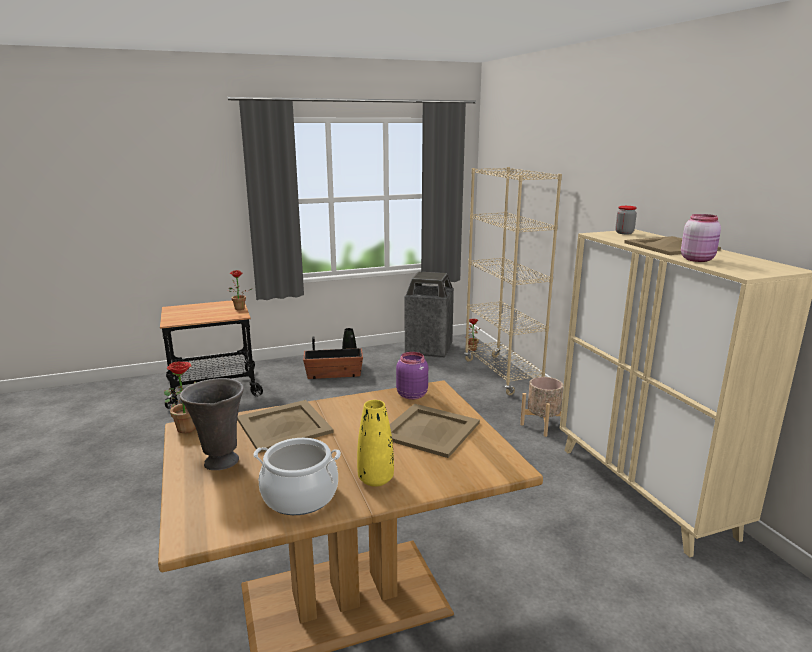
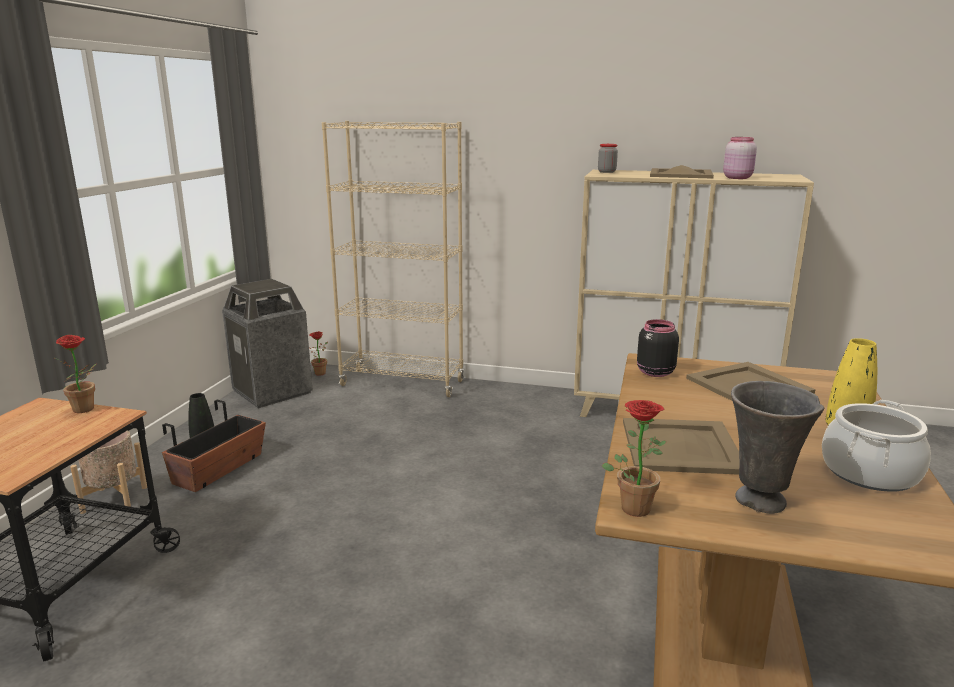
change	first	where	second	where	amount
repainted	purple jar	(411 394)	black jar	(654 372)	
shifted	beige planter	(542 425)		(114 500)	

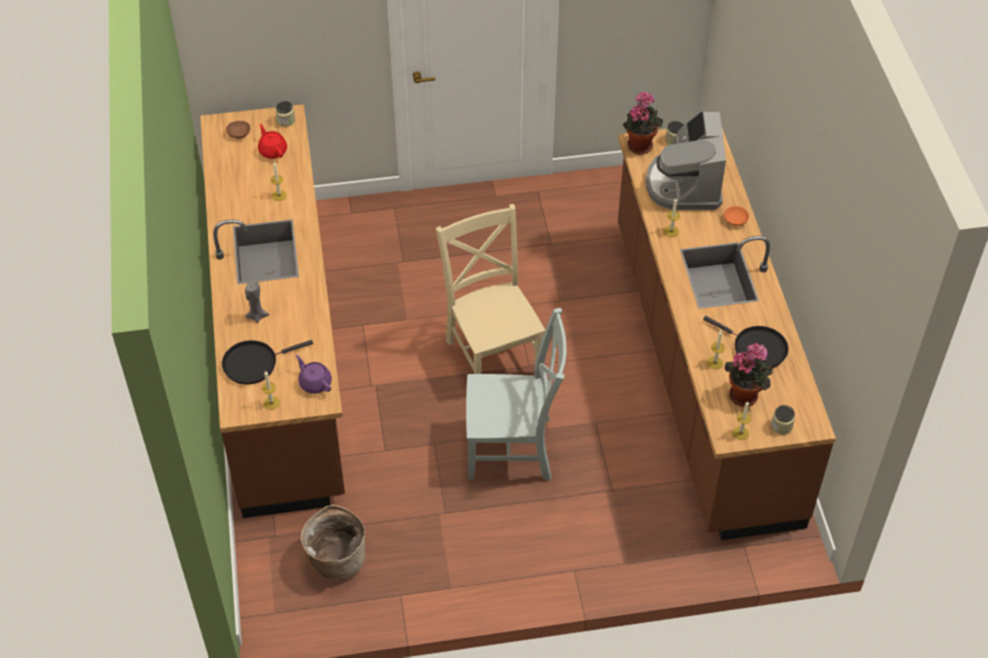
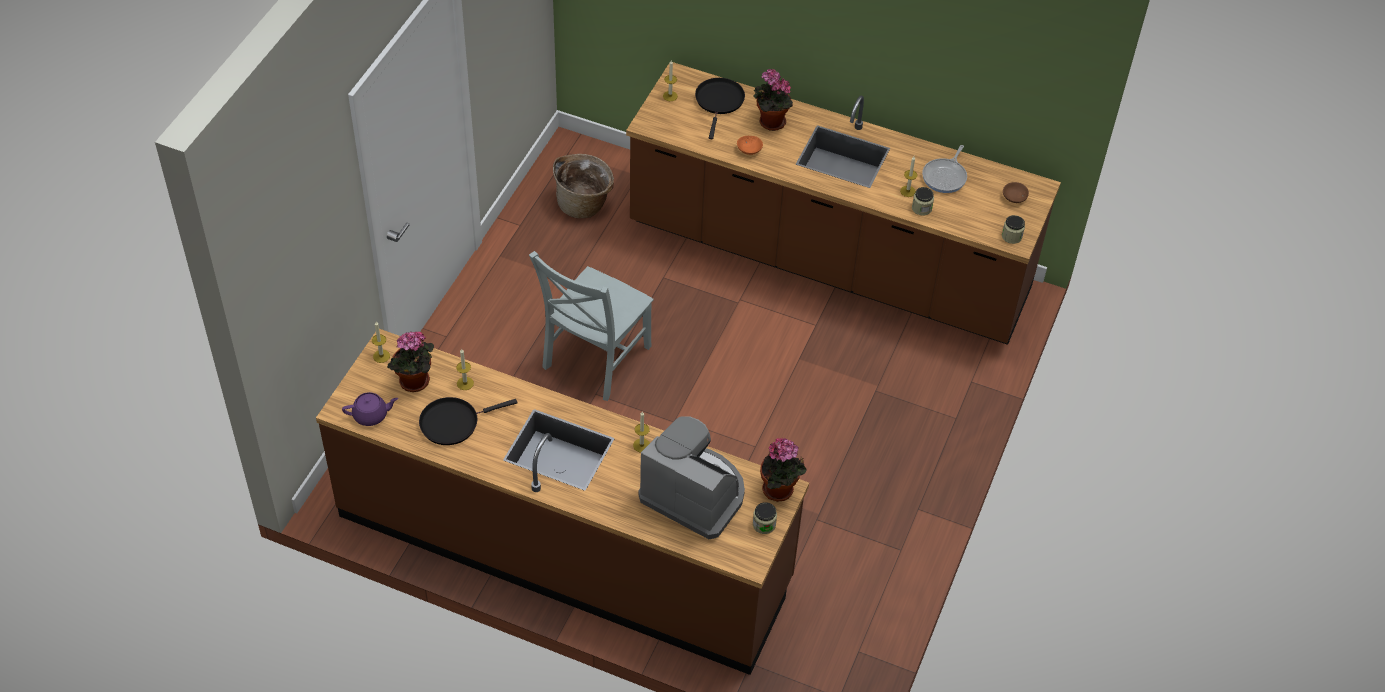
change	first	where	second	where	amount
swapped	grey candle	(257 316)	potted plant	(769 122)	
gone	red teapot	(273 151)			
shifted	purple teapot	(315 383)		(371 415)	
gone	beige chair	(492 353)			
shifted	orange bowl	(736 220)		(749 150)	
shifted	jar	(781 426)		(921 208)	
new			frying pan	(945 176)	

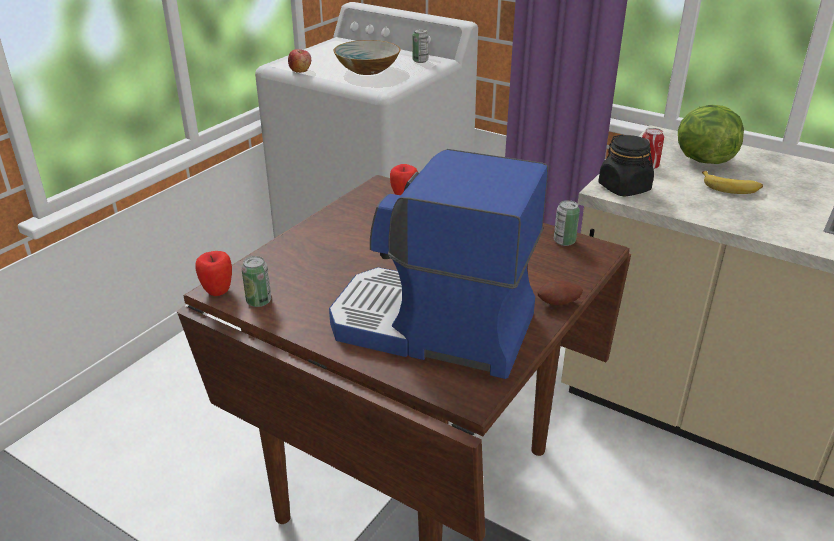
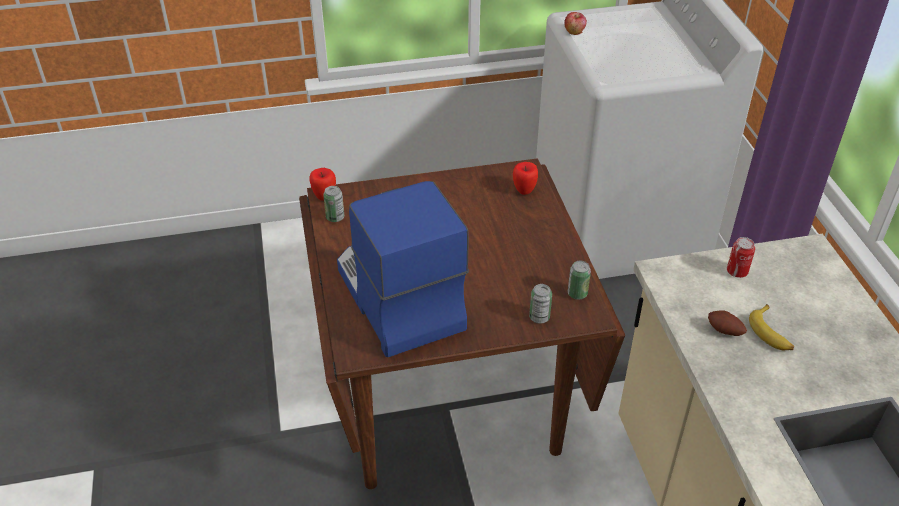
change	first	where	second	where	amount
gone	bowl	(367 70)			
shifted	can	(420 61)		(539 317)	
shifted	potato	(559 304)		(724 331)	
gone	black jar	(624 188)			
gone	lettuce	(702 160)			

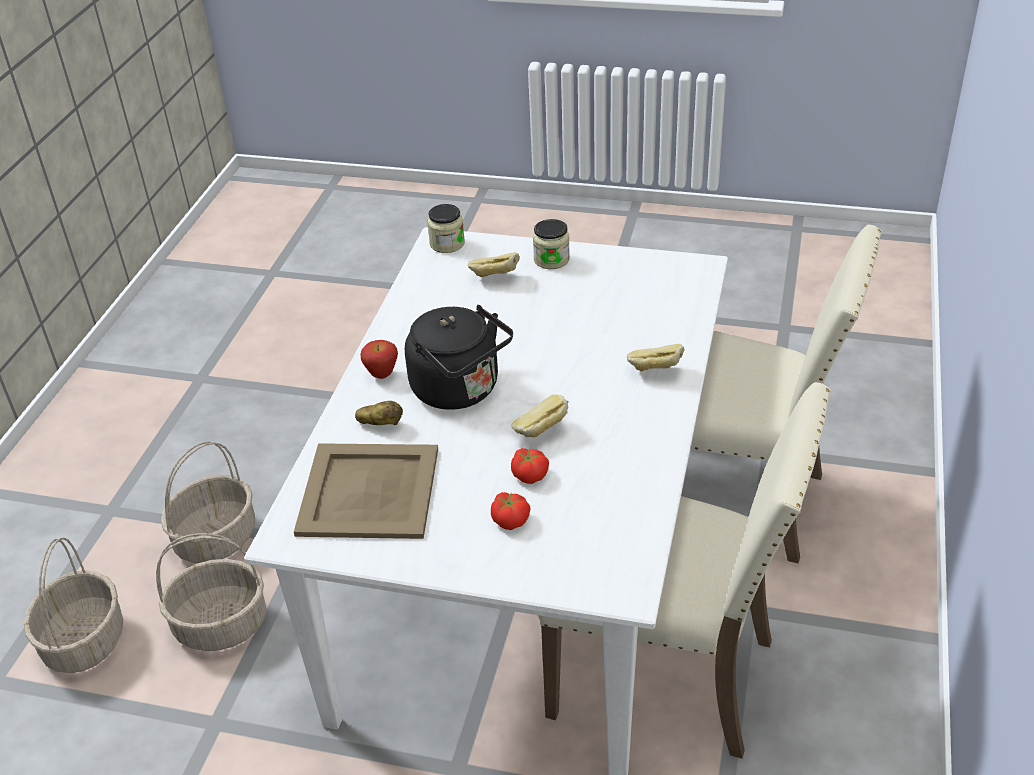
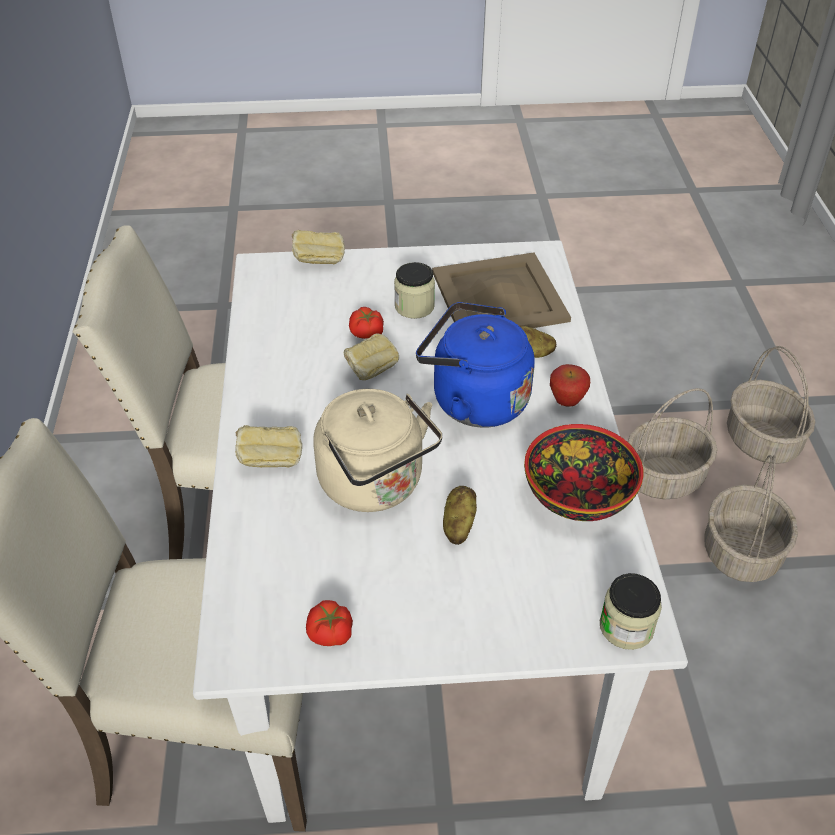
change	first	where	second	where	amount
repainted	black kettle	(460 390)	blue kettle	(473 400)	
shifted	bread	(495 278)		(319 261)	
shifted	tomato	(510 519)		(330 633)	
shifted	jar	(551 259)		(414 306)	
new			beige kettle	(376 485)	
new			potato	(458 525)	
new			bowl	(579 493)	

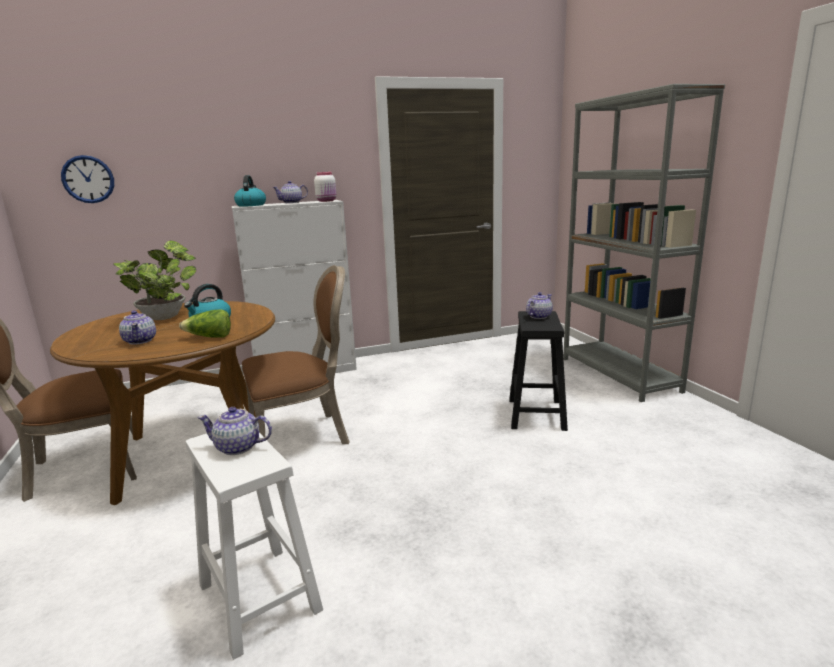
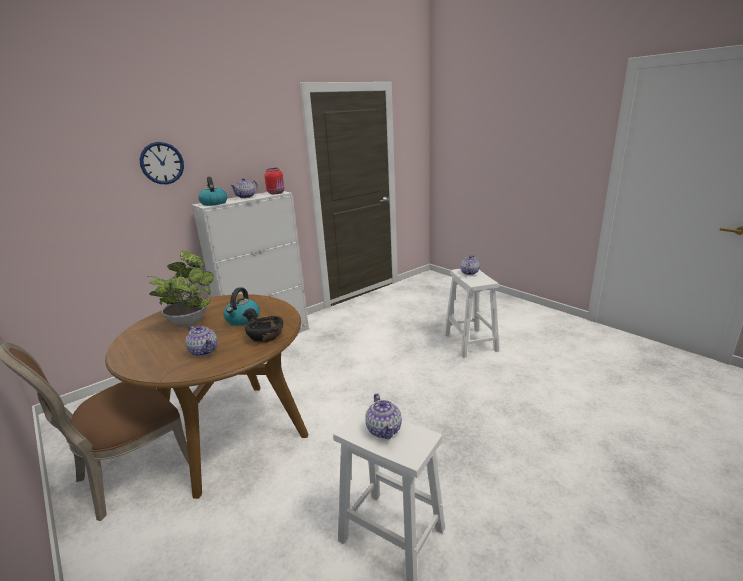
change	first	where	second	where	amount
shifted	wall clock	(88 179)		(162 163)	
swapped	lettuce	(209 337)	black bowl	(266 336)	
rotated	teapot	(238 447)		(384 429)	90 degrees counterclockwise
gone	brown chair	(303 436)			
repainted	white jar	(327 201)	red jar	(276 193)	
repainted	black stool	(536 415)	white stool	(471 343)	
gone	grey bookcase	(619 374)			

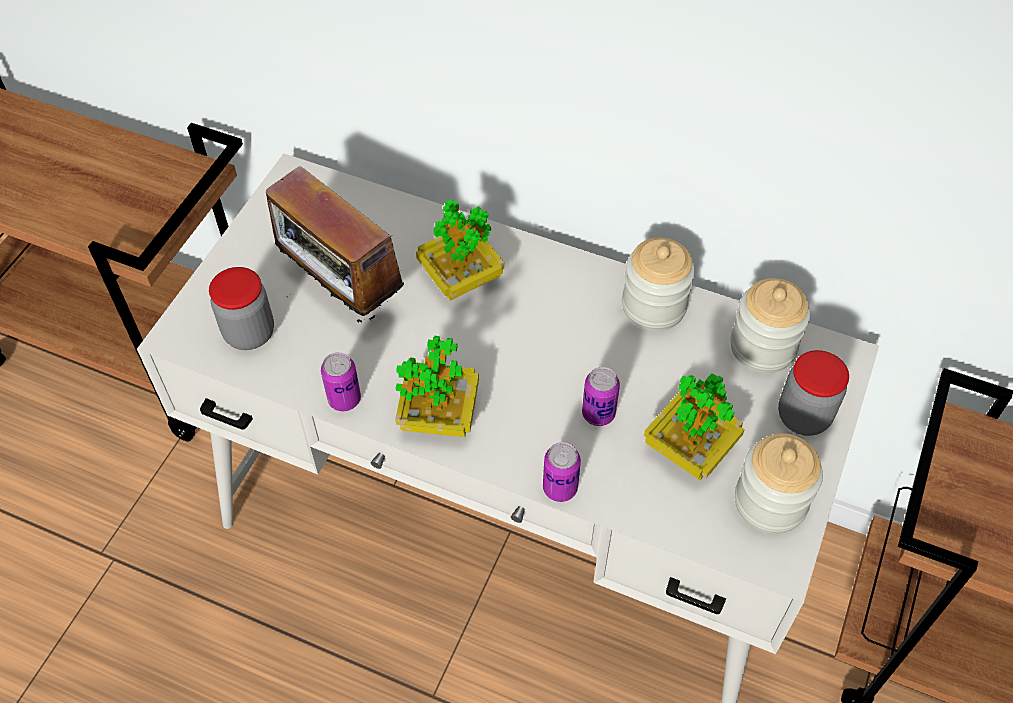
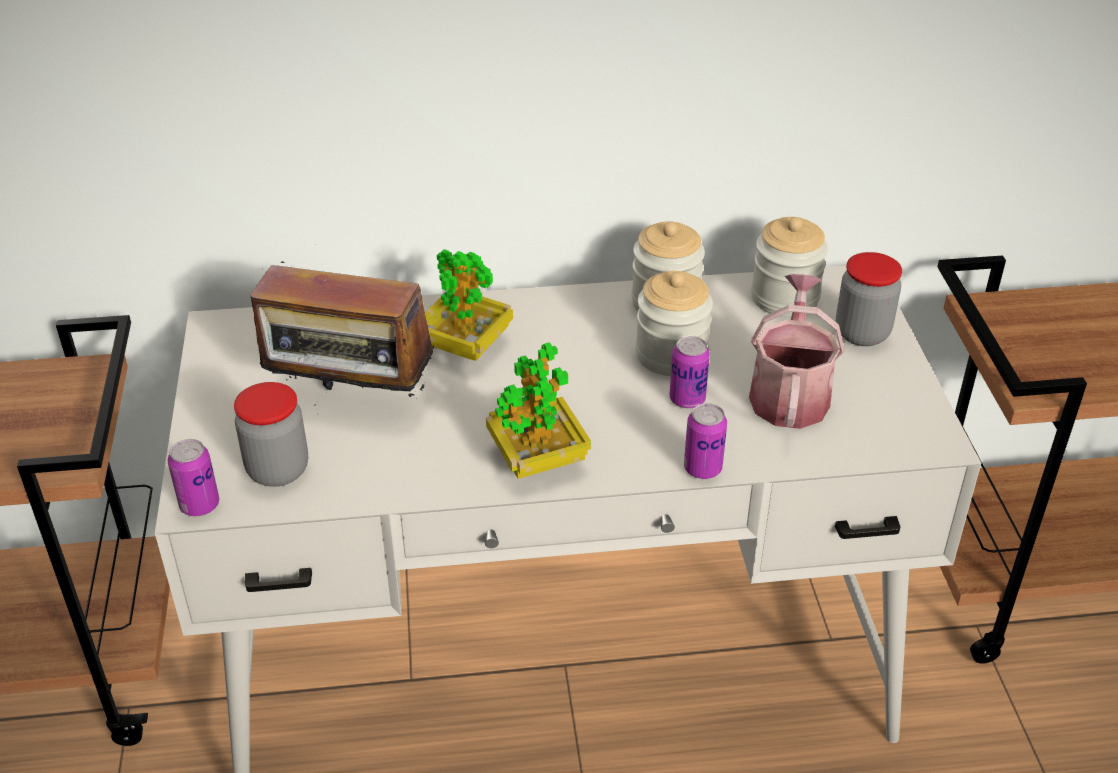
change	first	where	second	where	amount
shifted	can	(344 399)		(200 505)	
swapped	potted plant	(689 448)	watering can	(789 393)	
shifted	jar	(770 502)		(671 355)	

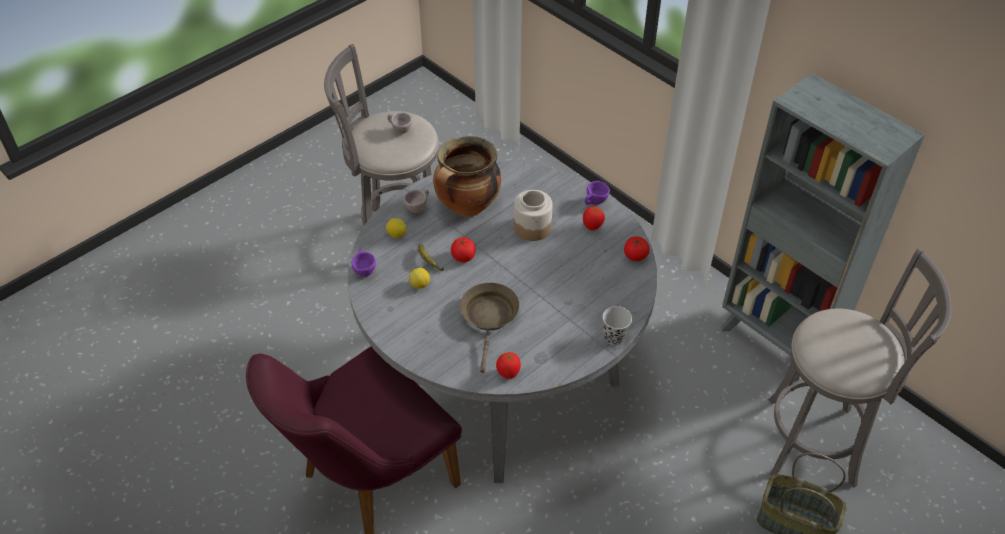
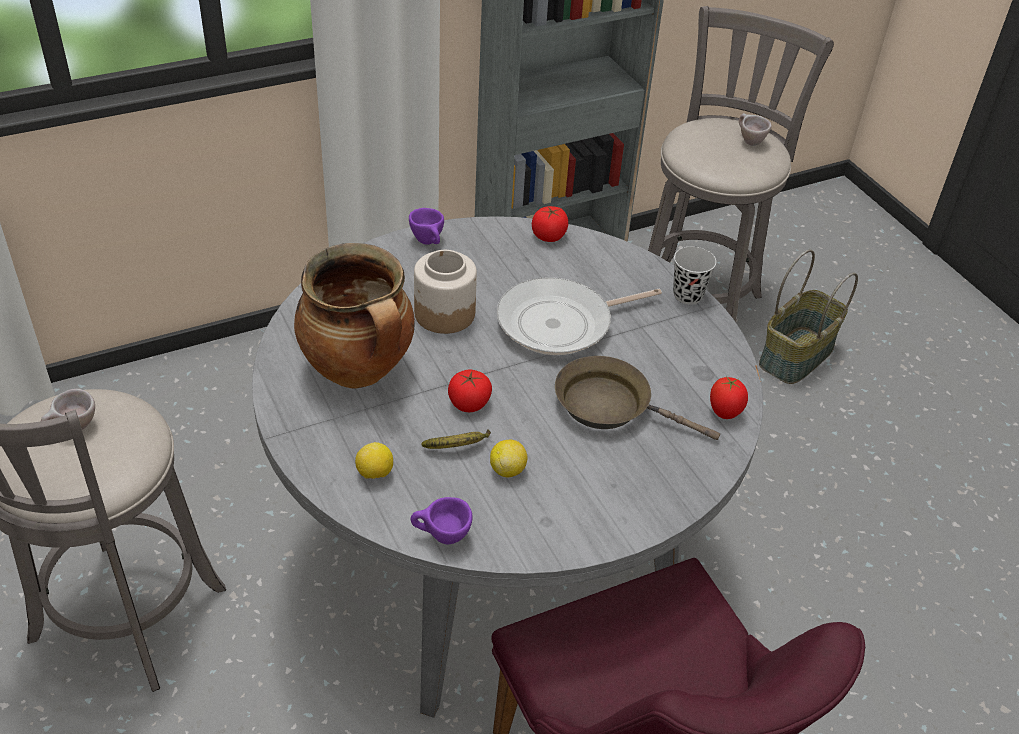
change	first	where	second	where	amount
shifted	beige cup	(418 208)		(748 141)	
gone	tomato	(592 227)			
new			frying pan	(561 323)	

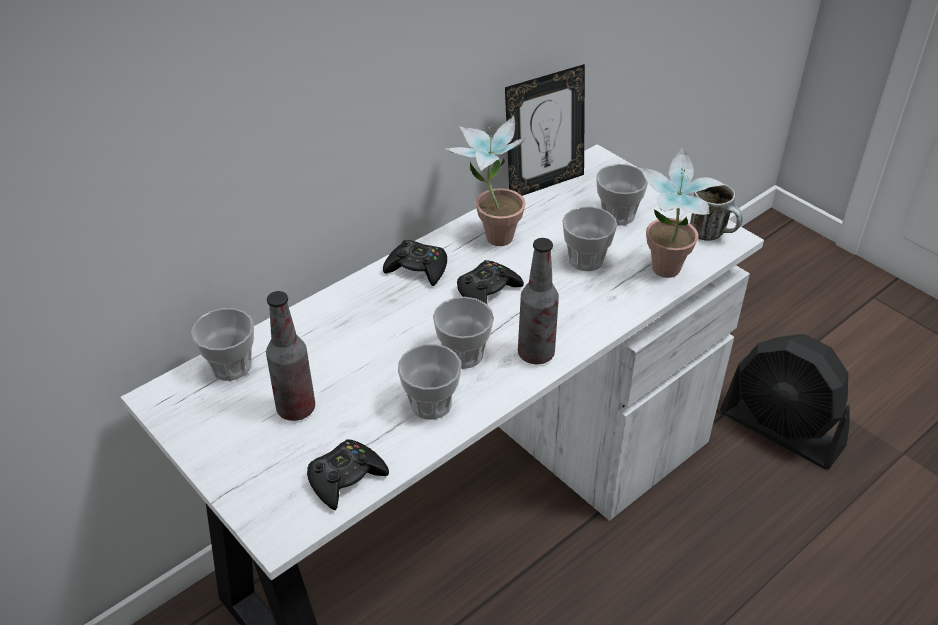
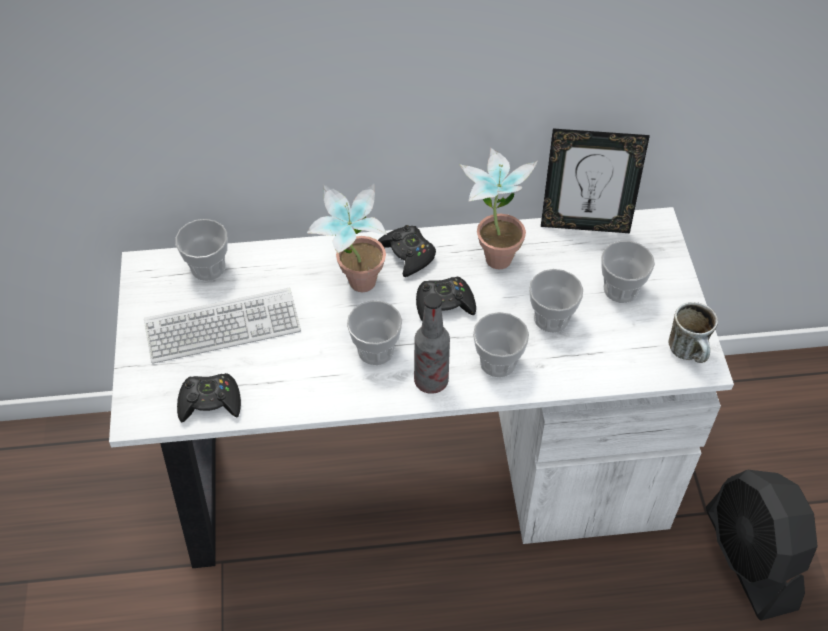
change	first	where	second	where	amount
swapped	bottle	(296 408)	keyboard	(223 327)	
shifted	cup	(431 404)		(498 362)	
shifted	potted plant	(665 276)		(354 288)	

